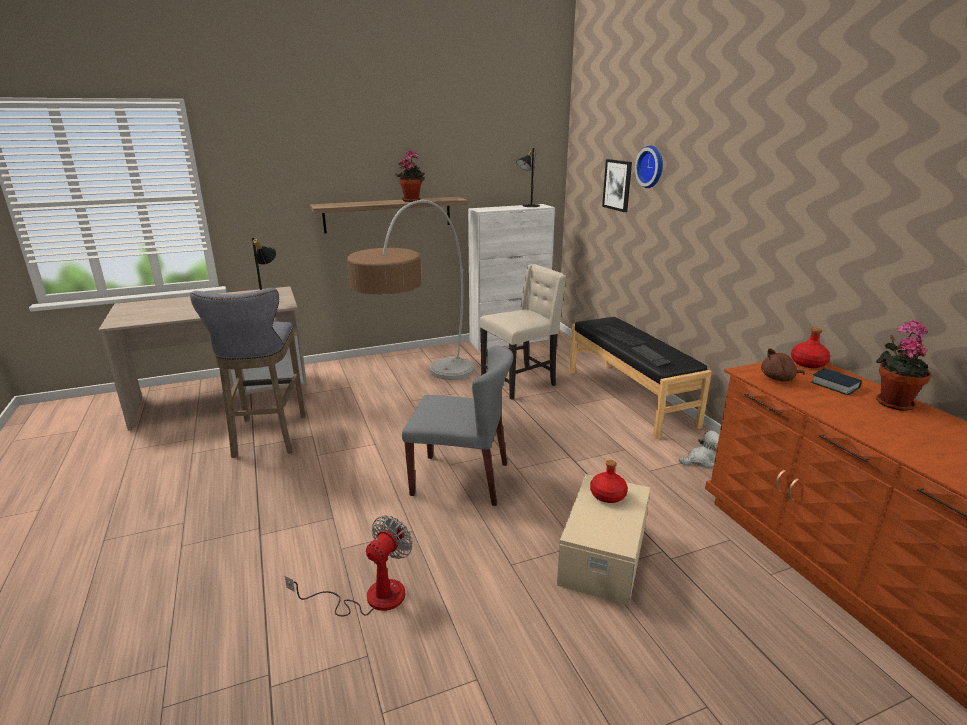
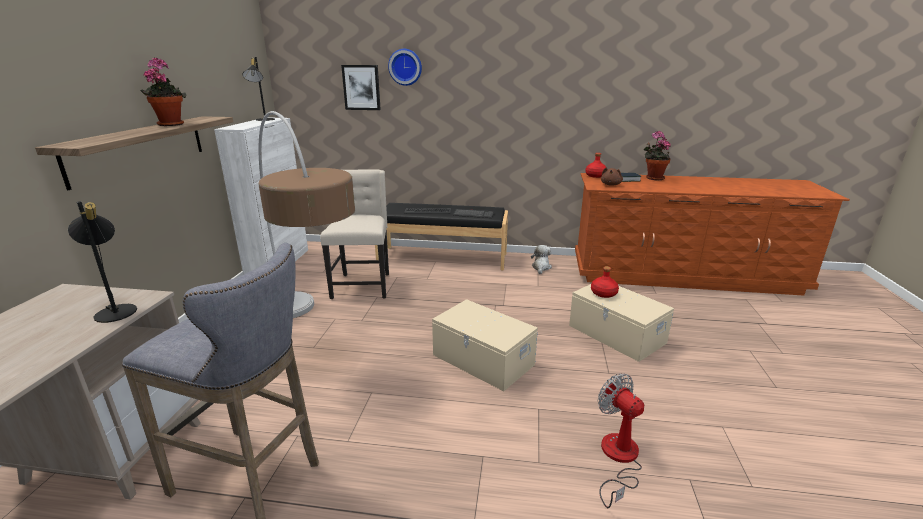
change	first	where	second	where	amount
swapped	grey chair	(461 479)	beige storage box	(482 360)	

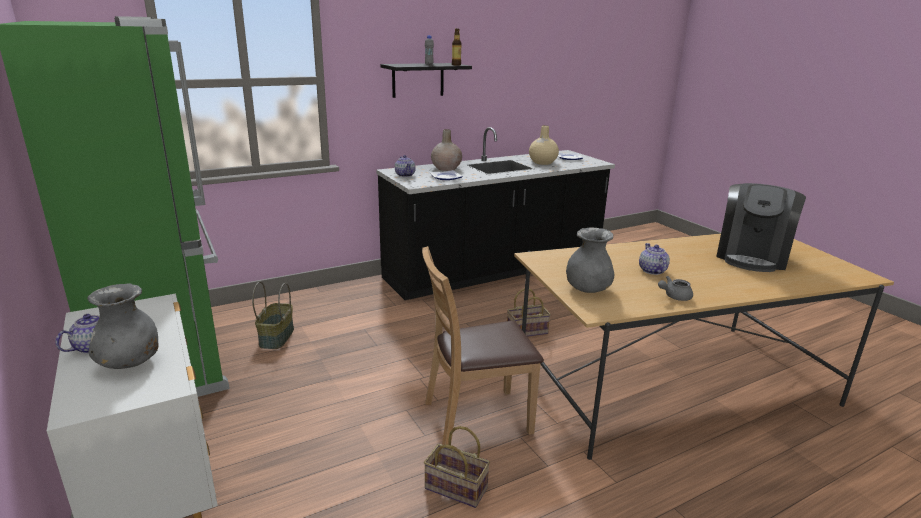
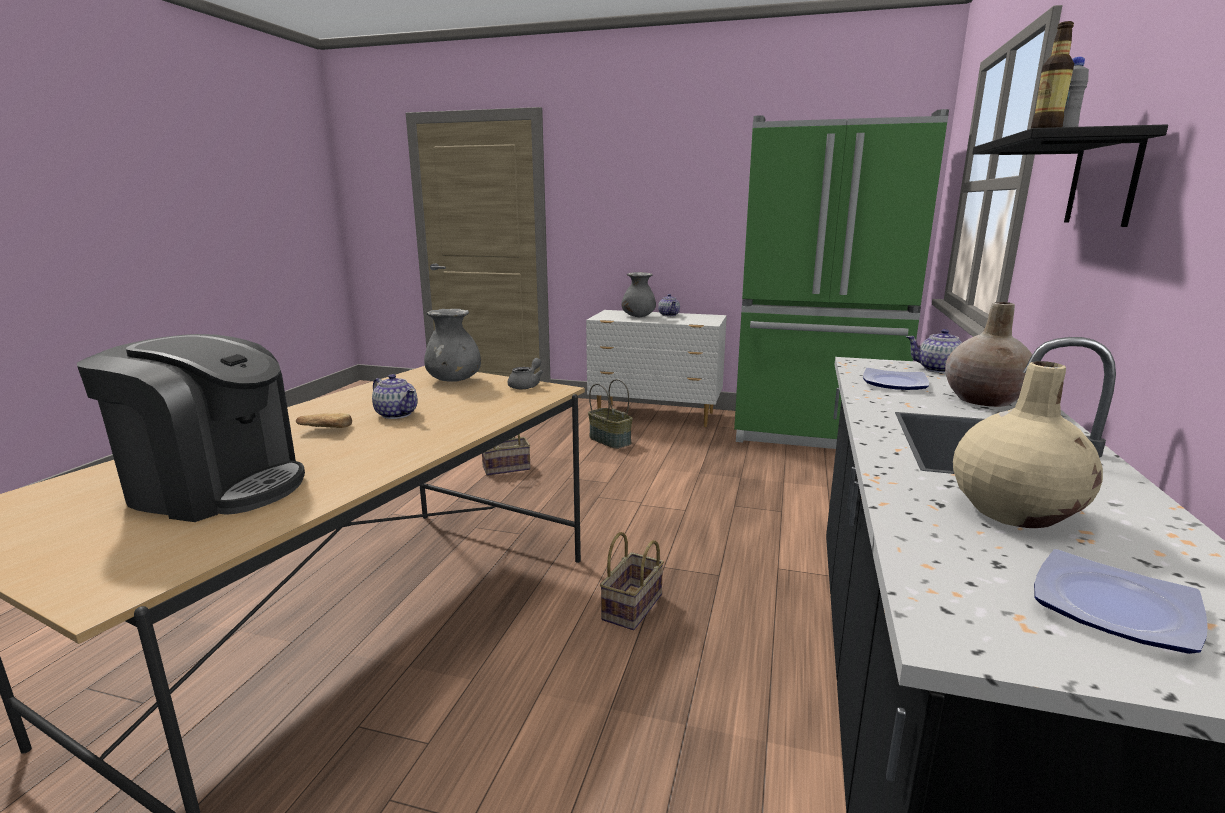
change	first	where	second	where	amount
shifted	basket	(276 337)		(610 440)	
gone	brown chair	(476 418)			
shifted	grey teapot	(674 297)		(526 385)	
rotated	coffee machine	(751 257)		(216 487)	120 degrees clockwise
new			bread	(324 430)	

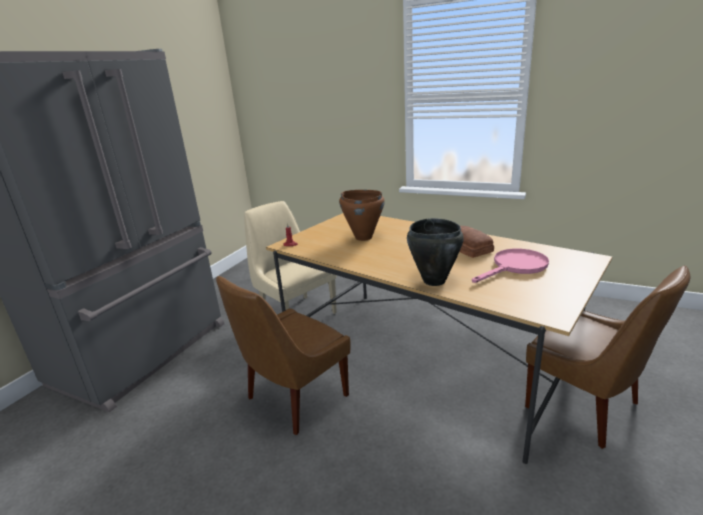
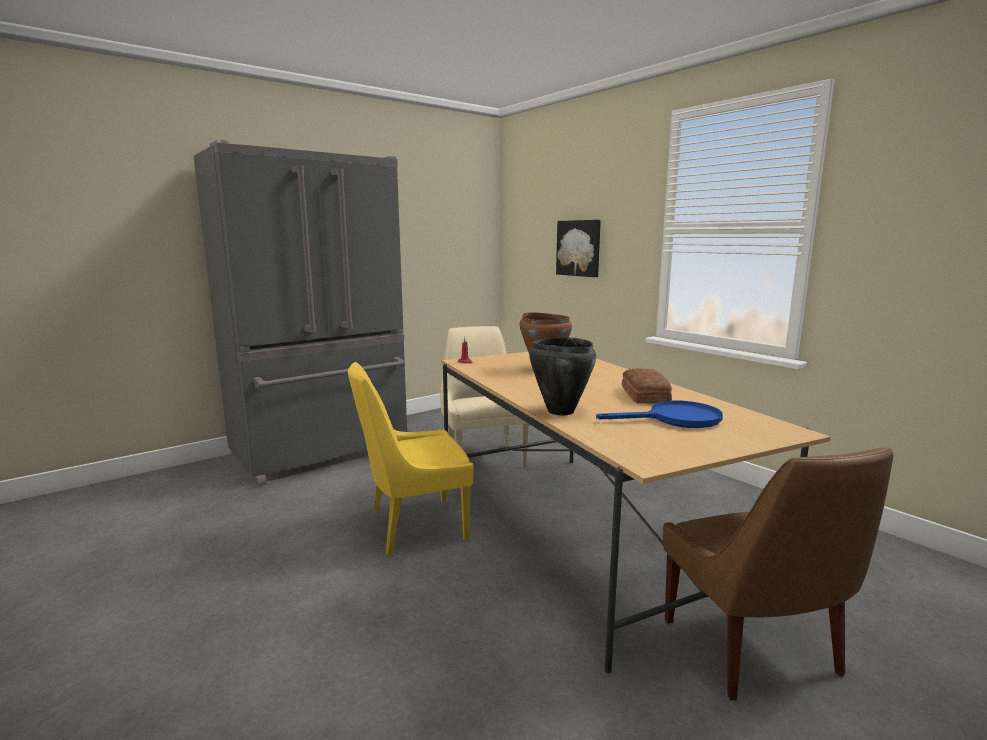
change	first	where	second	where	amount
repainted	brown chair	(294 399)	yellow chair	(414 526)	
repainted	pink frying pan	(515 267)	blue frying pan	(675 419)	
new			picture	(579 248)	

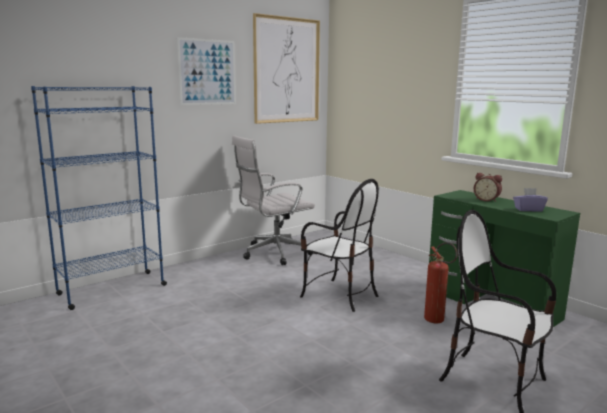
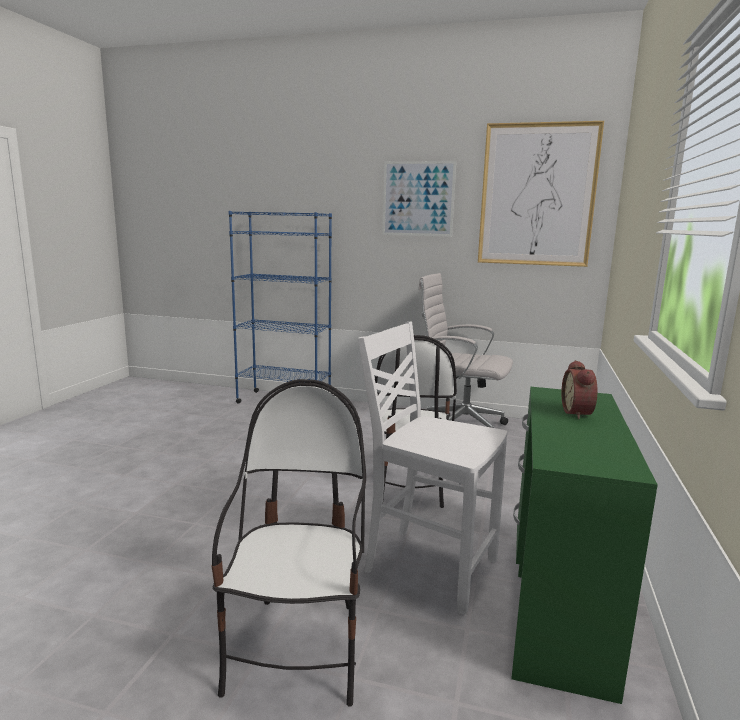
change	first	where	second	where	amount
swapped	fire extinguisher	(437 321)	white chair	(428 566)	
gone	purple tissue box	(528 209)			

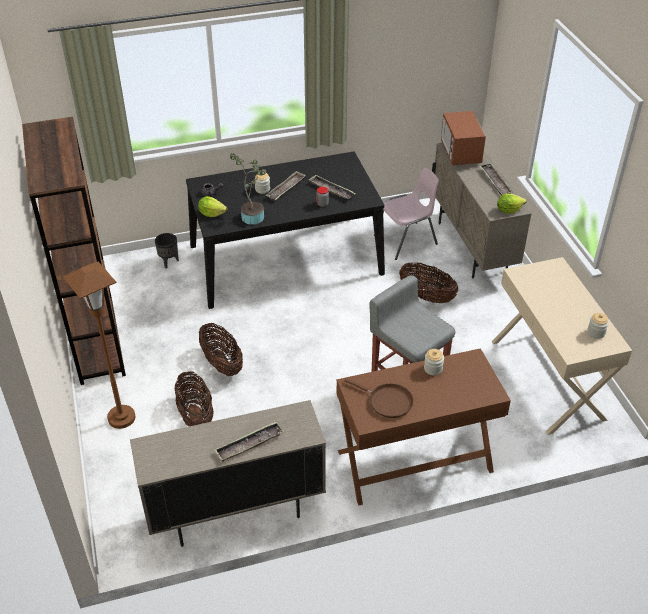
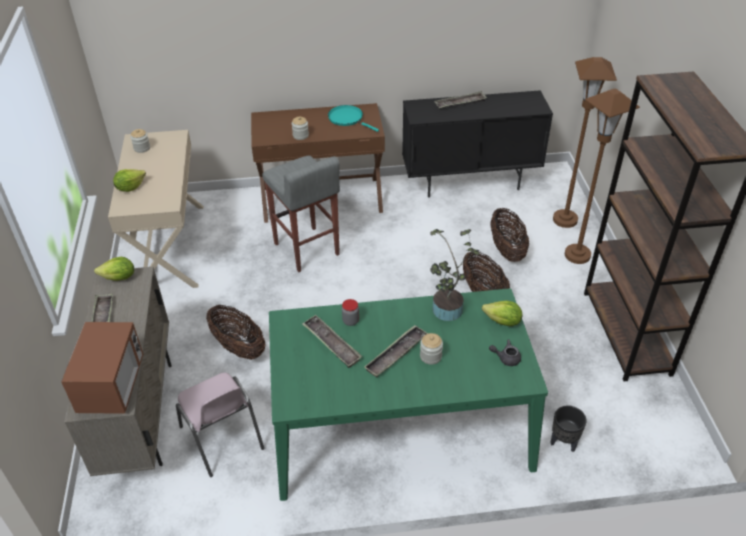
change	first	where	second	where	amount
repainted	beige cabinet	(235 512)	black cabinet	(470 182)	
repainted	black dining table	(285 259)	green dining table	(399 425)	
repainted	brown frying pan	(387 401)	turquoise frying pan	(347 119)	
rotated	pink chair	(407 240)		(222 438)	105 degrees counterclockwise
new			lettuce	(130 187)	
new			brown floor lamp	(564 220)	

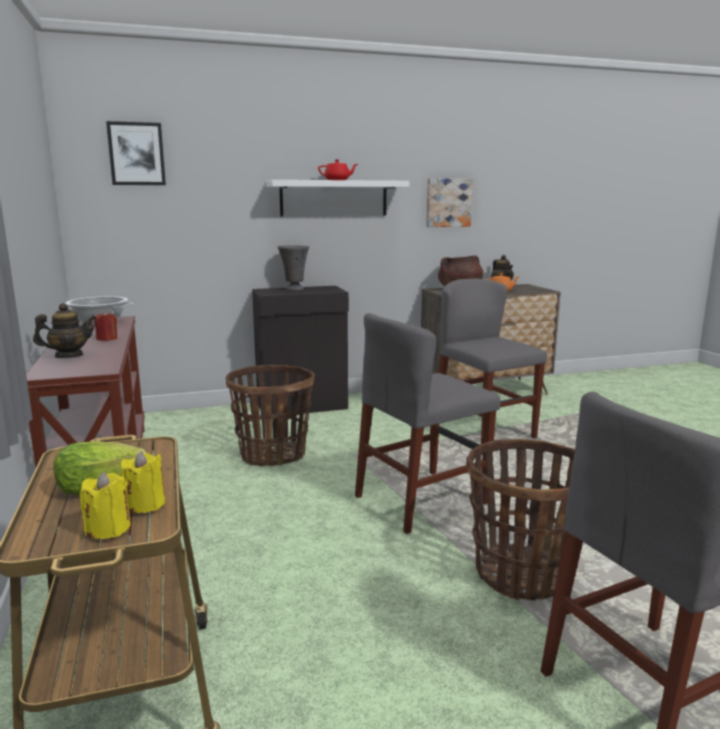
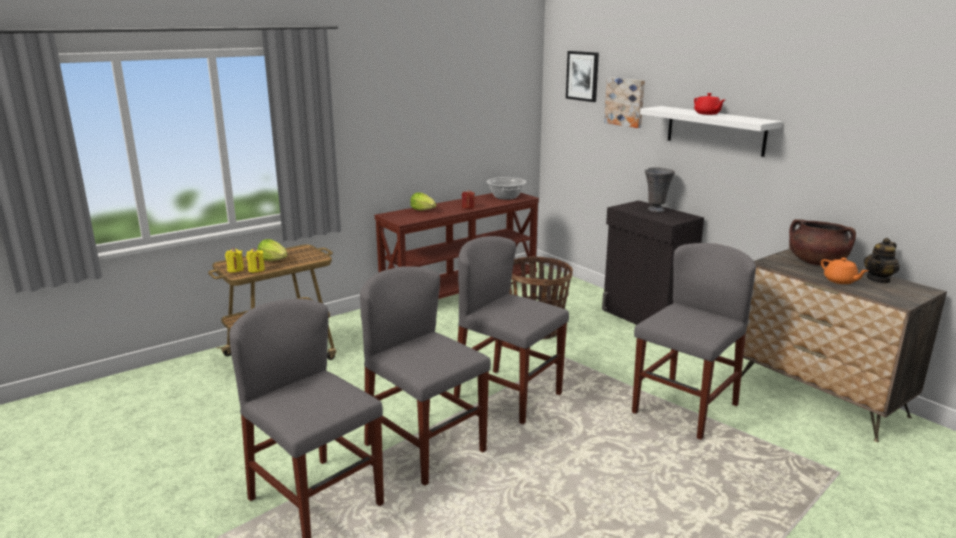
change	first	where	second	where	amount
swapped	teapot	(69 356)	lettuce	(423 210)	
shifted	picture	(448 202)		(625 102)	
swapped	basket	(523 574)	grey chair	(425 448)	

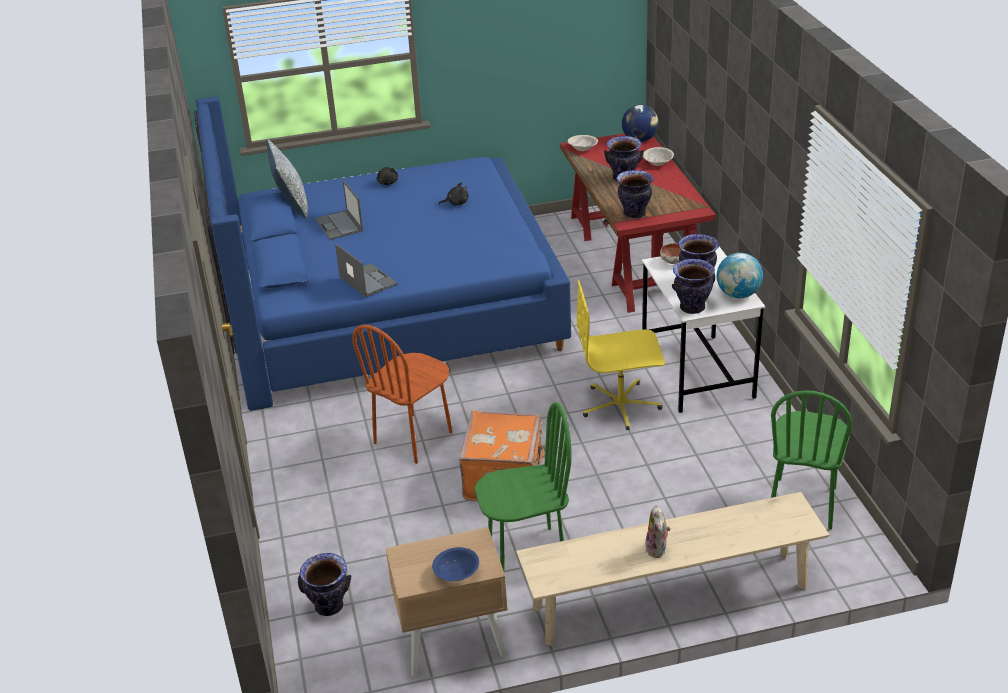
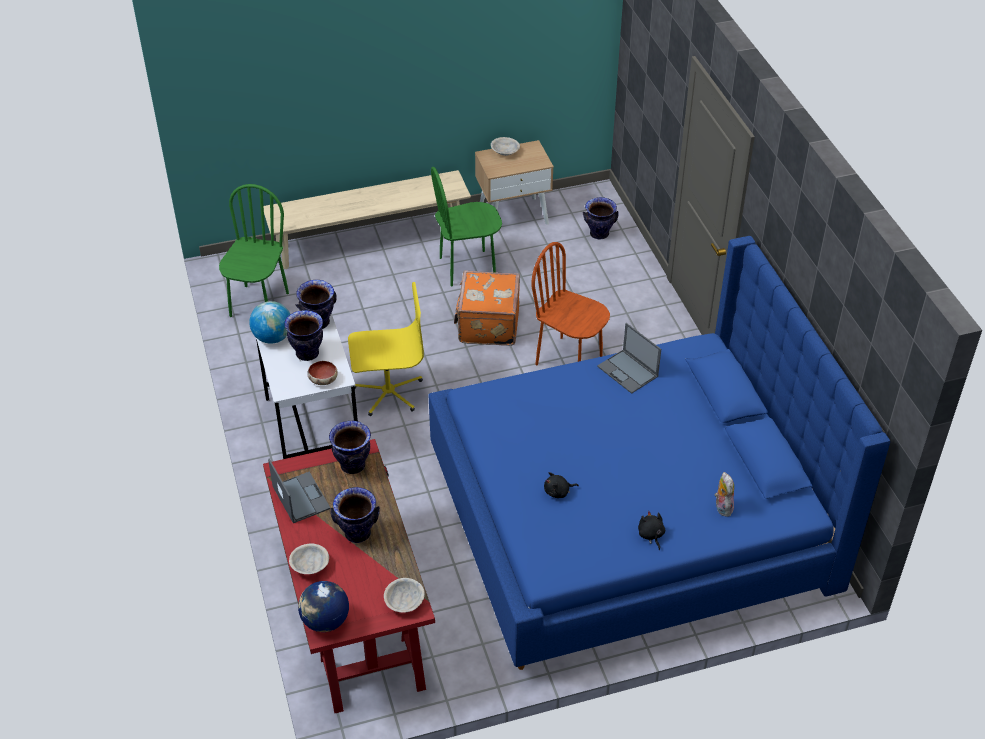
change	first	where	second	where	amount
gone	pillow	(291 204)			
shifted	laptop	(339 225)		(300 497)	
rotated	brown chair	(413 438)		(569 360)	90 degrees counterclockwise
repainted	blue bowl	(457 573)	beige bowl	(505 152)	
shifted	plush toy	(657 549)		(722 507)	

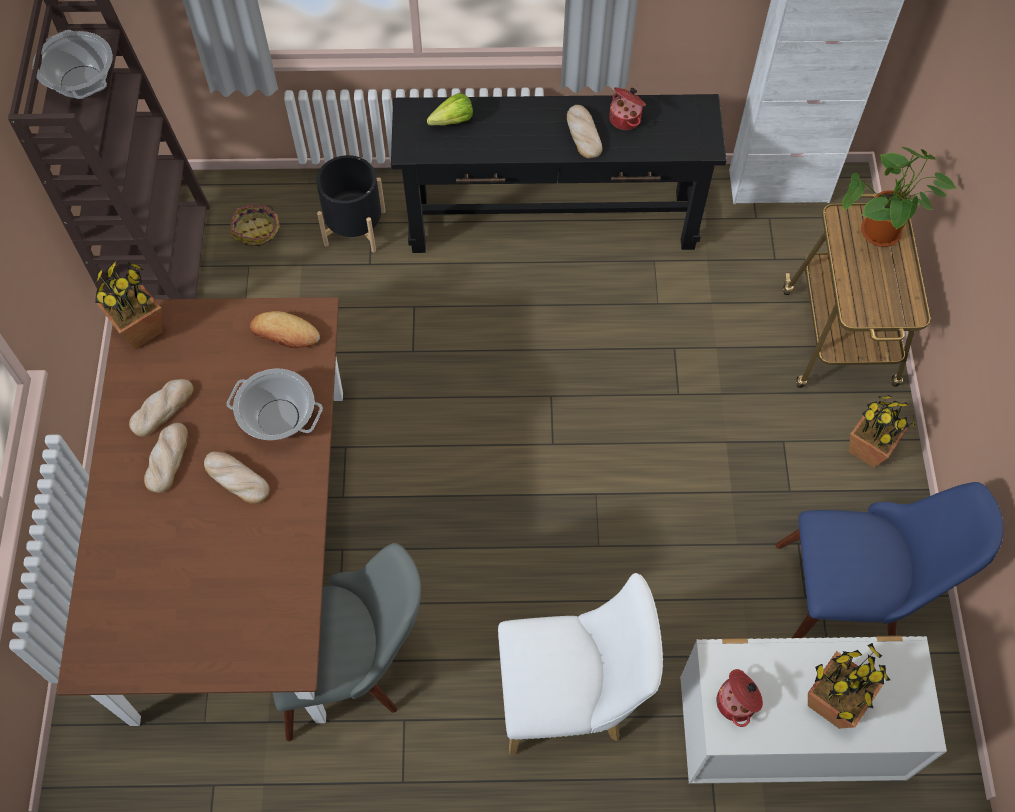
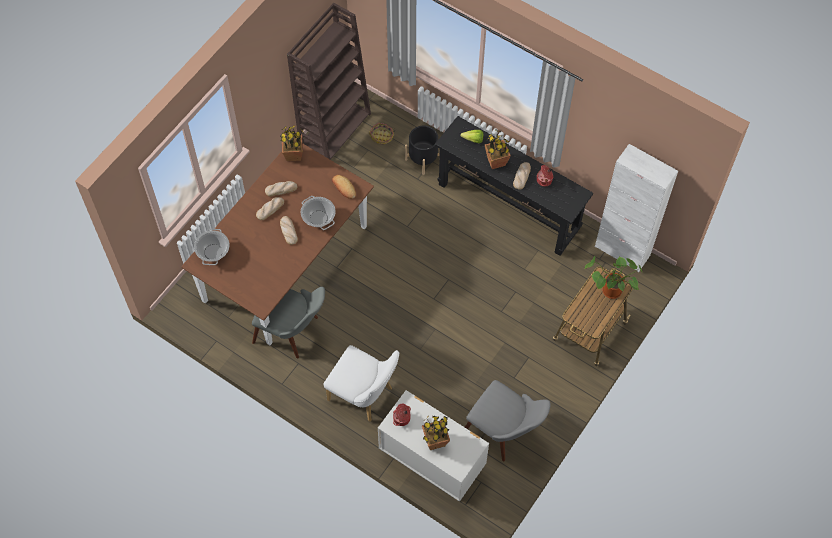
change	first	where	second	where	amount
shifted	cooking pot	(82 82)		(213 252)	
repainted	blue chair	(854 595)	grey chair	(504 432)	
shifted	potted plant	(868 449)		(496 161)	

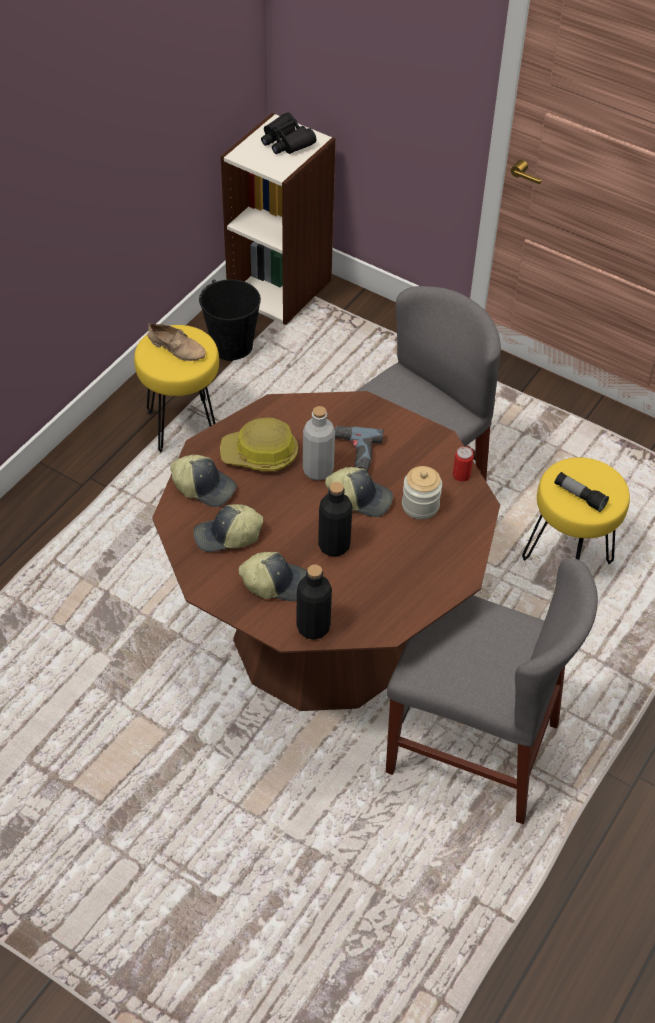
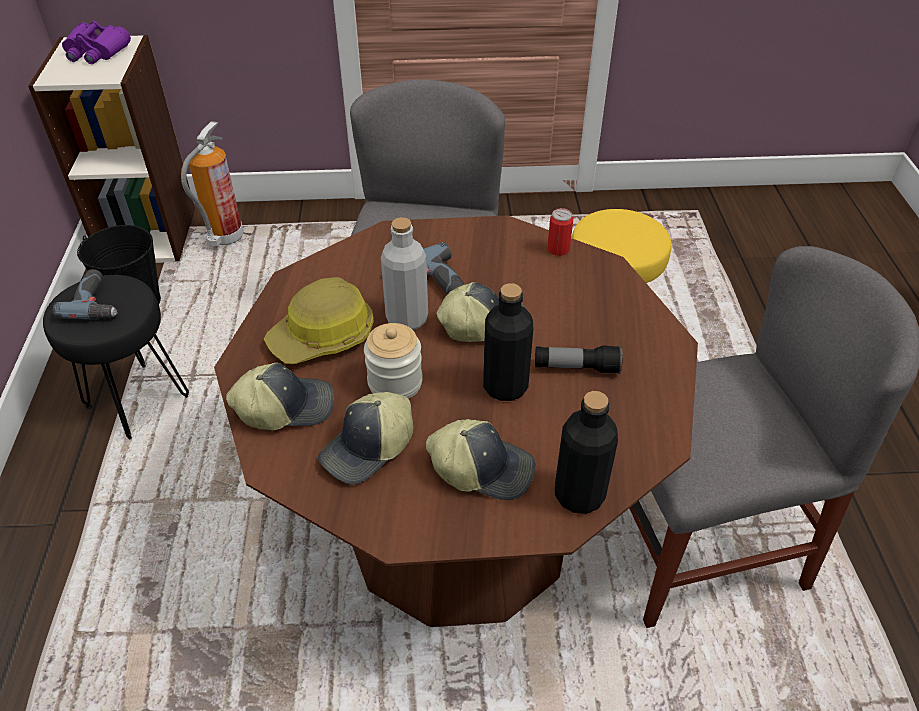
change	first	where	second	where	amount
repainted	yellow stool	(183 426)	black stool	(138 401)	
swapped	beige shoe	(177 347)	power drill	(97 301)	
rotated	cap	(276 583)		(482 468)	45 degrees clockwise
repainted	black binoculars	(286 142)	purple binoculars	(96 52)	
shifted	jar	(420 505)		(395 383)	
shifted	flashlight	(579 496)		(576 367)	
new			fire extinguisher	(225 238)	

